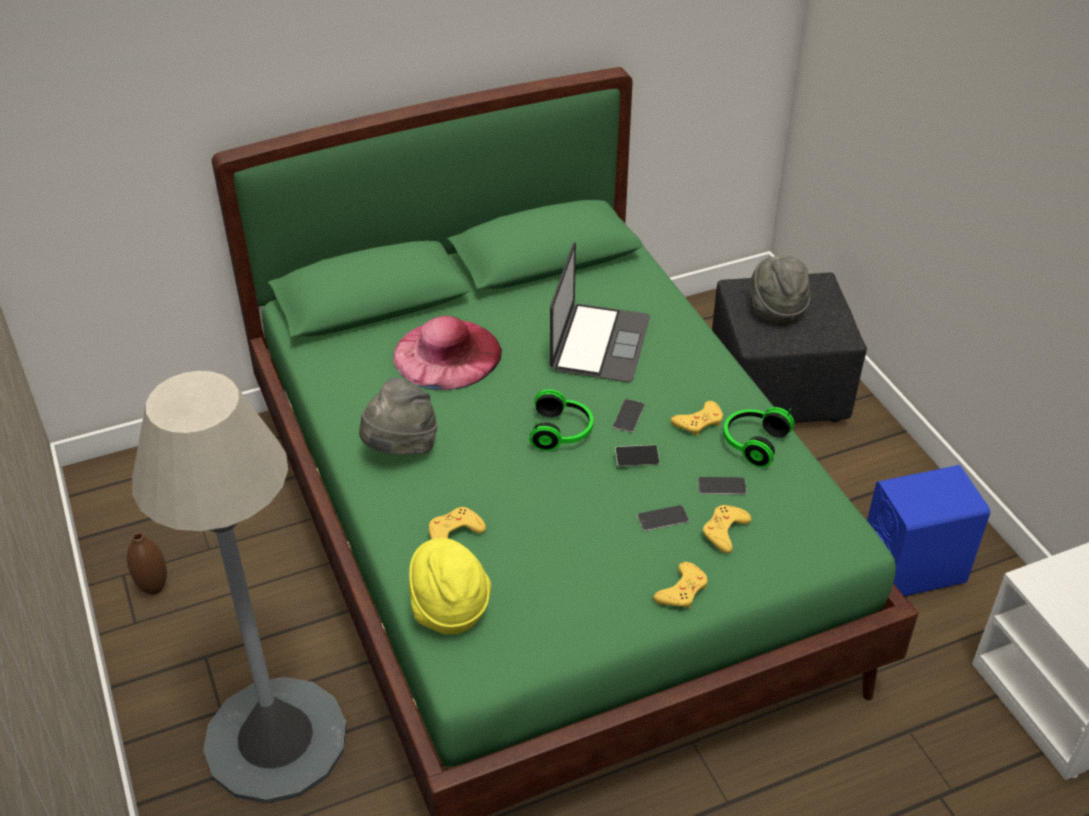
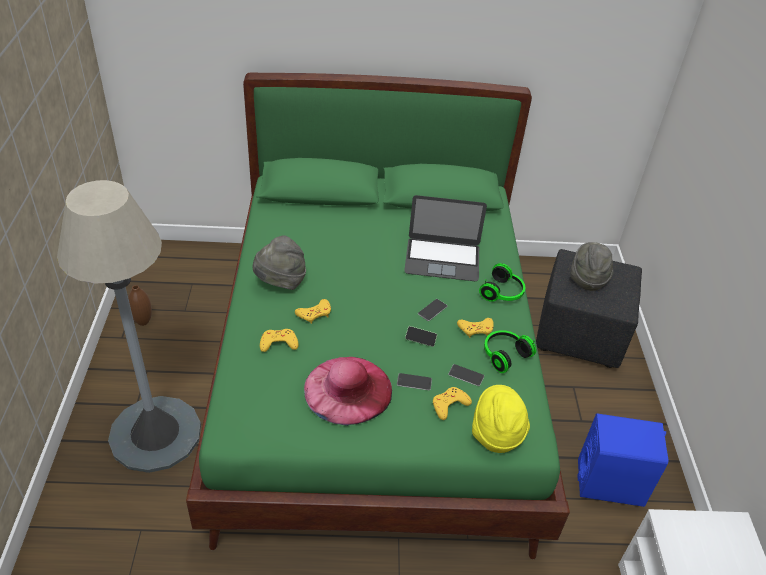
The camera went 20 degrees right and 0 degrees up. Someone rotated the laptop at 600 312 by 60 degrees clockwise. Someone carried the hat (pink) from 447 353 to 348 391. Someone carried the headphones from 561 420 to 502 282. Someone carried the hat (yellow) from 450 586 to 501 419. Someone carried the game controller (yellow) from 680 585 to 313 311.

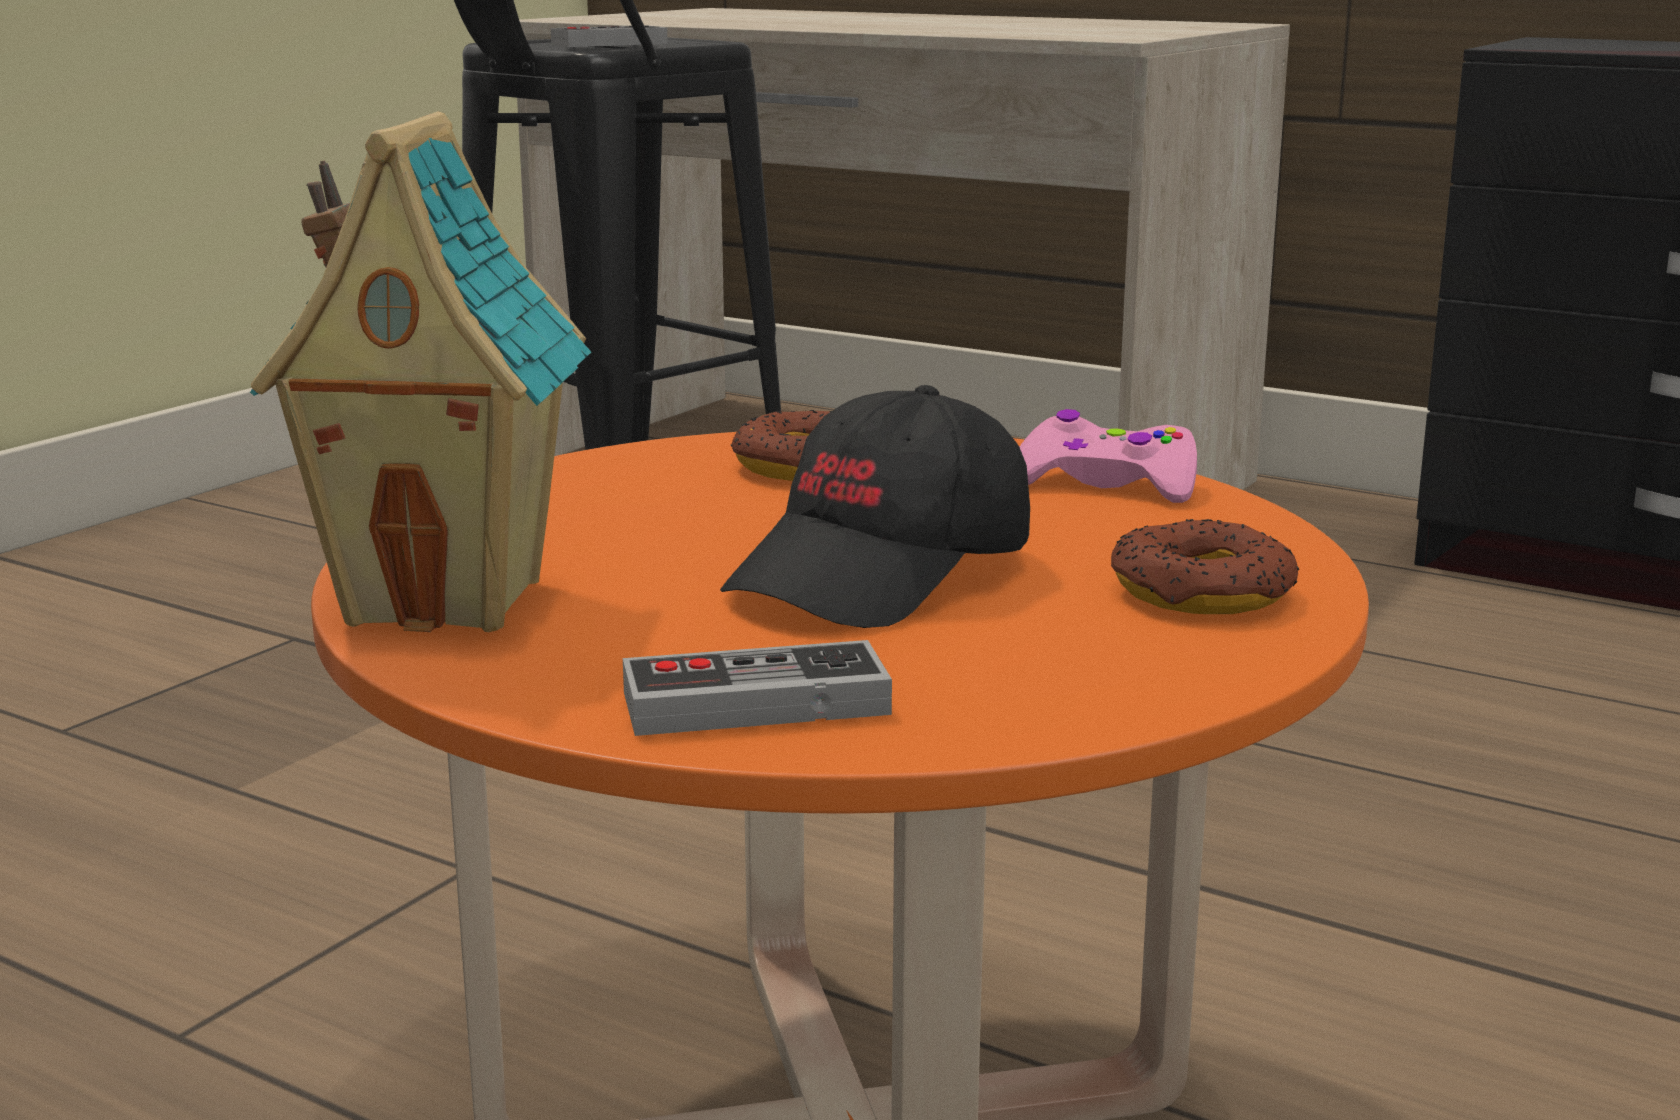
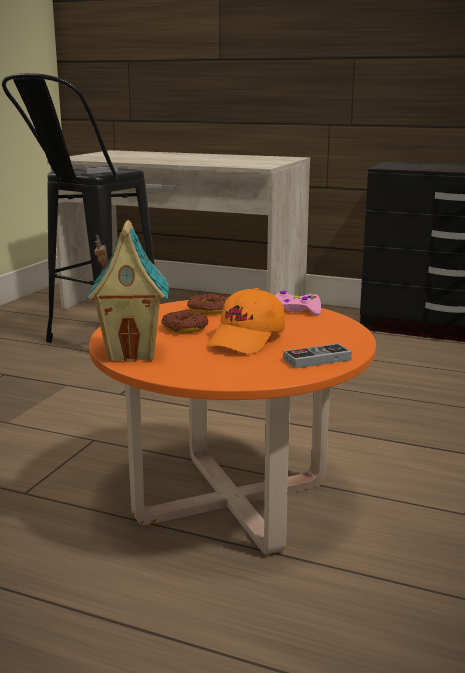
The camera went 10 degrees left and 0 degrees up. Someone repainted the cap (black) at 875 506, which became the cap (orange) at 245 321. Someone carried the donut from 1205 566 to 185 321. Someone carried the game controller from 757 688 to 317 356.

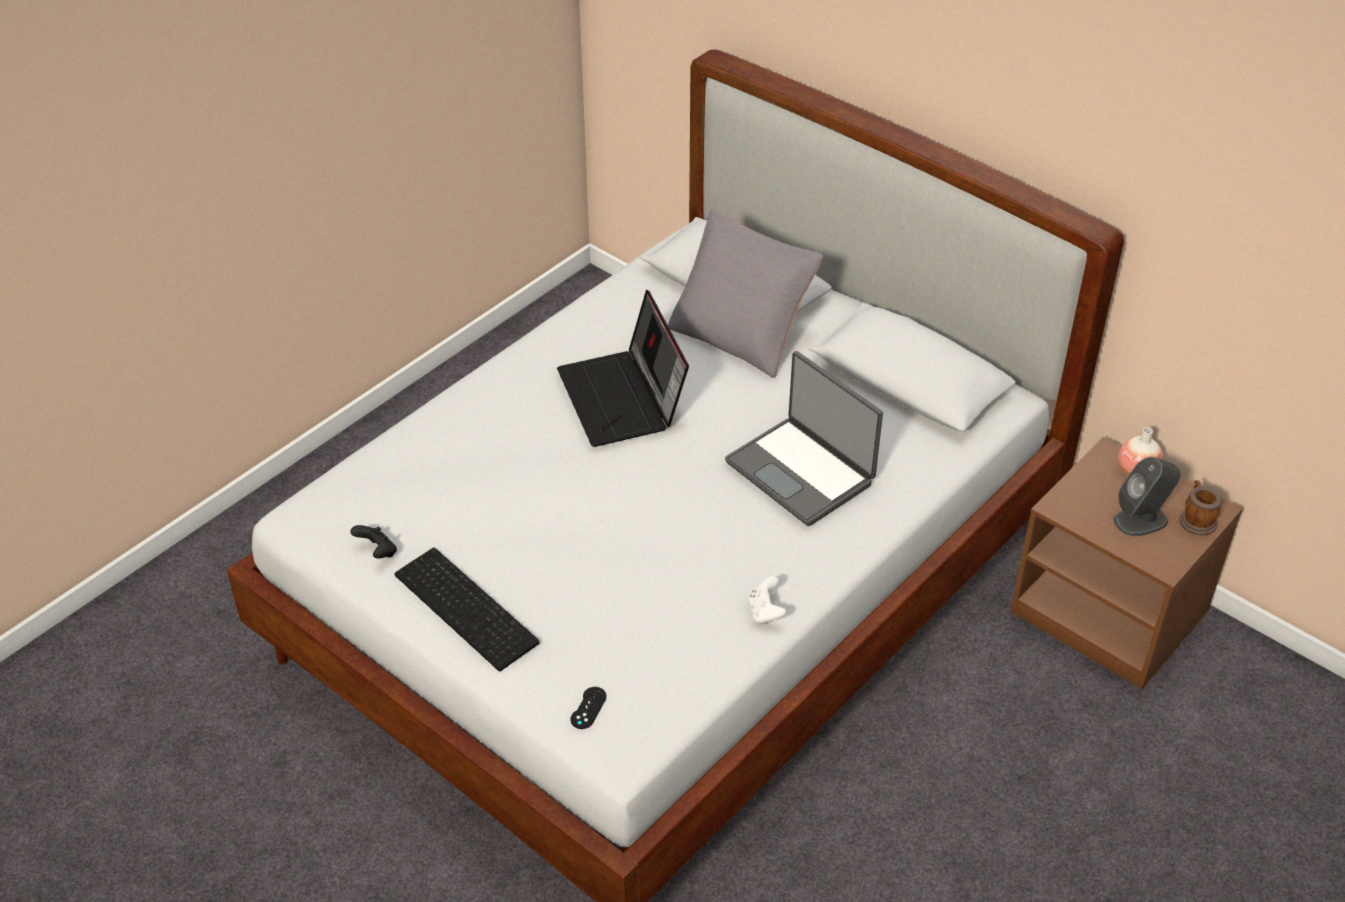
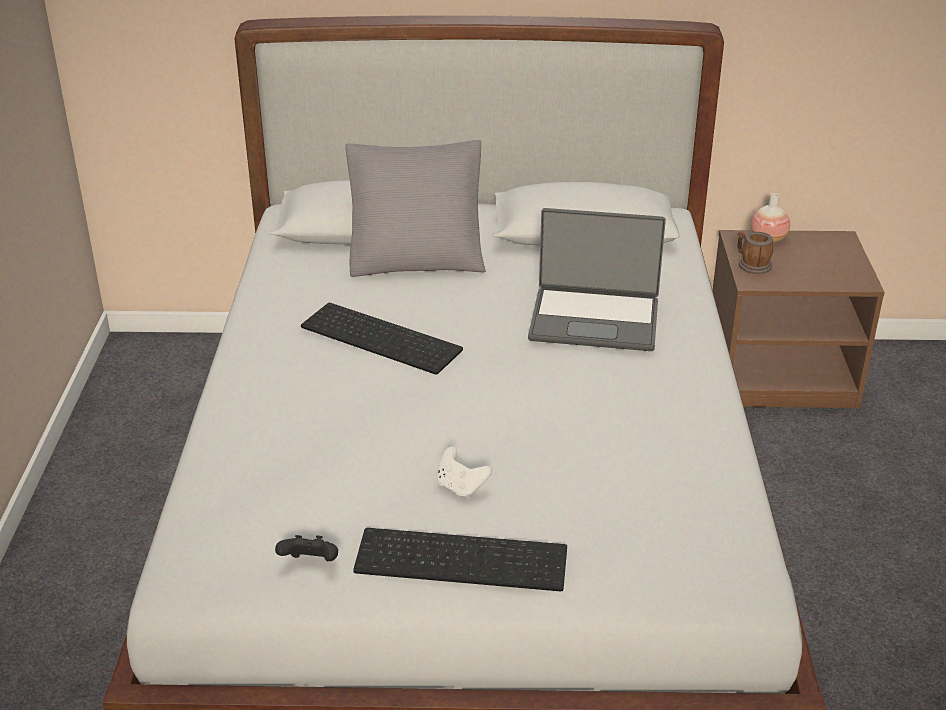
The camera went 40 degrees left and 10 degrees down. Someone swapped the laptop at 623 368 for the keyboard at 382 339. Someone took away the speaker (grey) at 1147 496. Someone carried the mug from 1200 507 to 755 253. Someone carried the game controller (white) from 767 600 to 464 472. Someone took away the game controller (black) at 588 708.

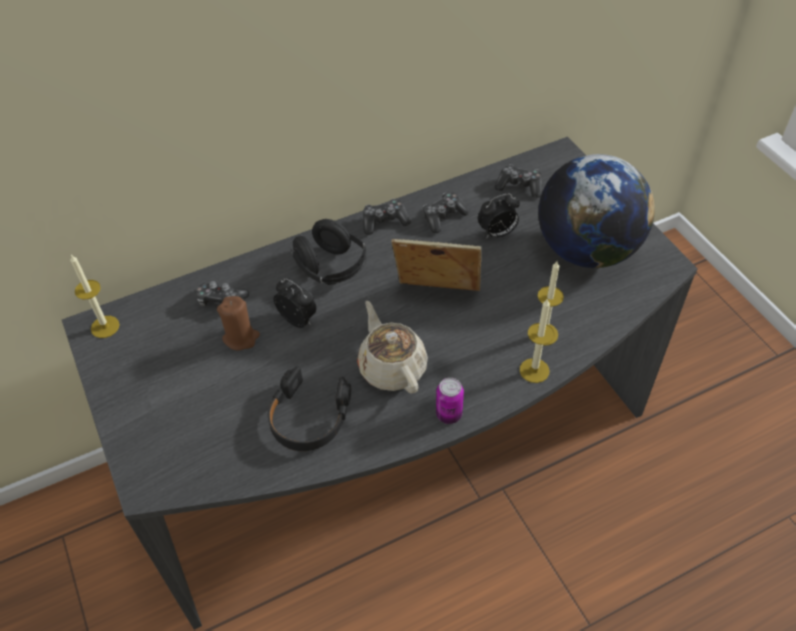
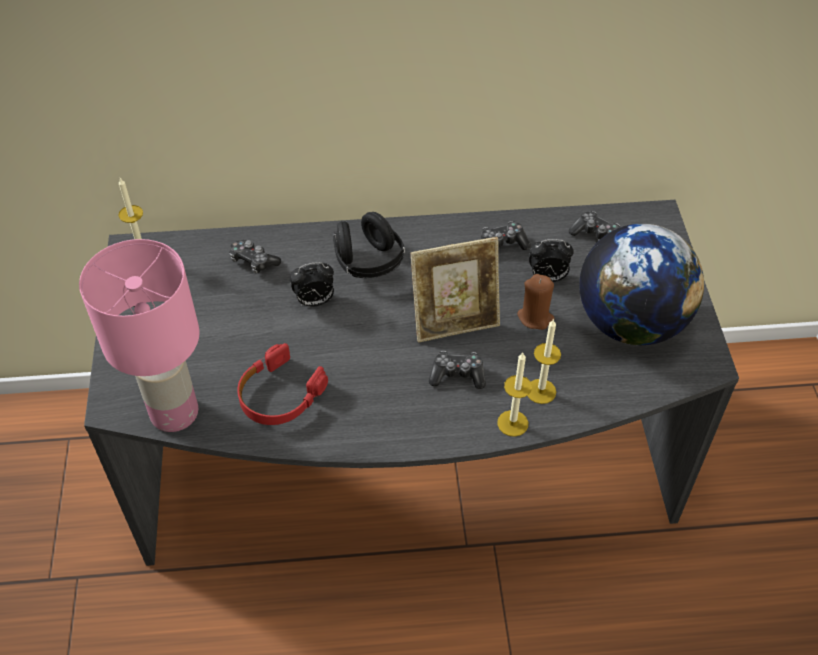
The camera went 20 degrees right and 0 degrees up. Someone carried the game controller from 387 217 to 457 370. Someone rotated the picture frame at 436 265 by 135 degrees clockwise. Someone rotated the alarm clock at 295 303 by 105 degrees clockwise. Someone carried the candle (brown) from 238 323 to 536 302. Someone took away the teapot (beige) at 392 347. Someone repainted the headphones (black) at 309 408, which became the headphones (red) at 282 384. Someone took away the can at 450 401. Someone put down the table lamp (pink) at 139 335.

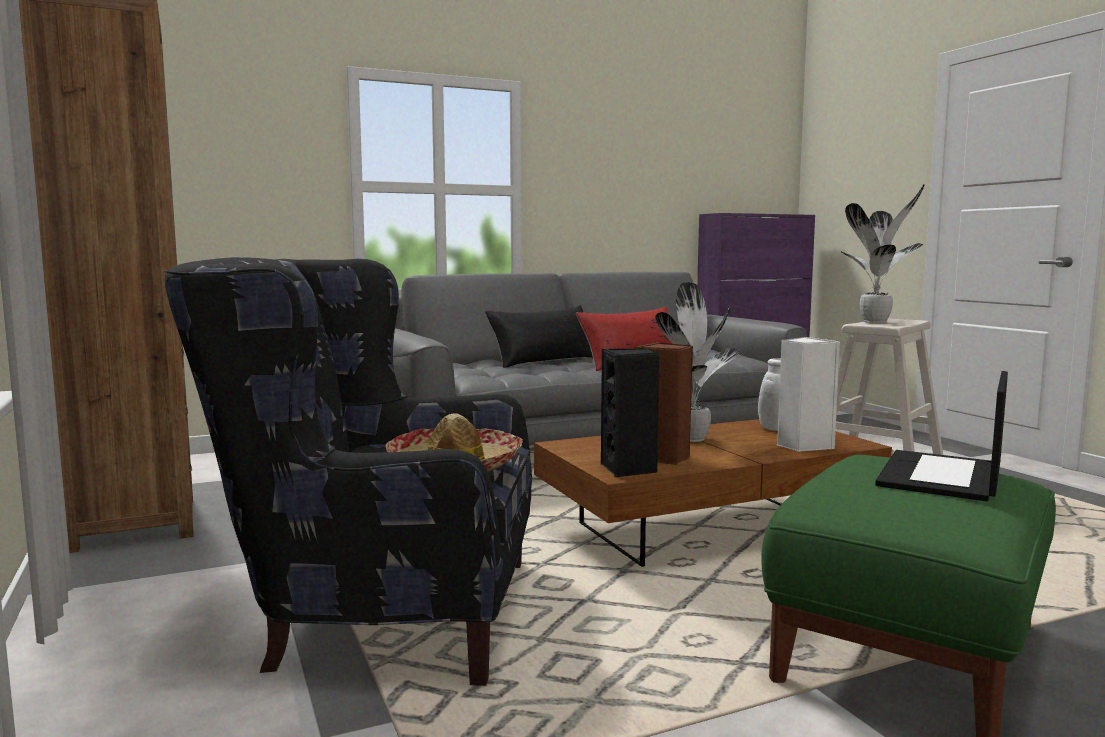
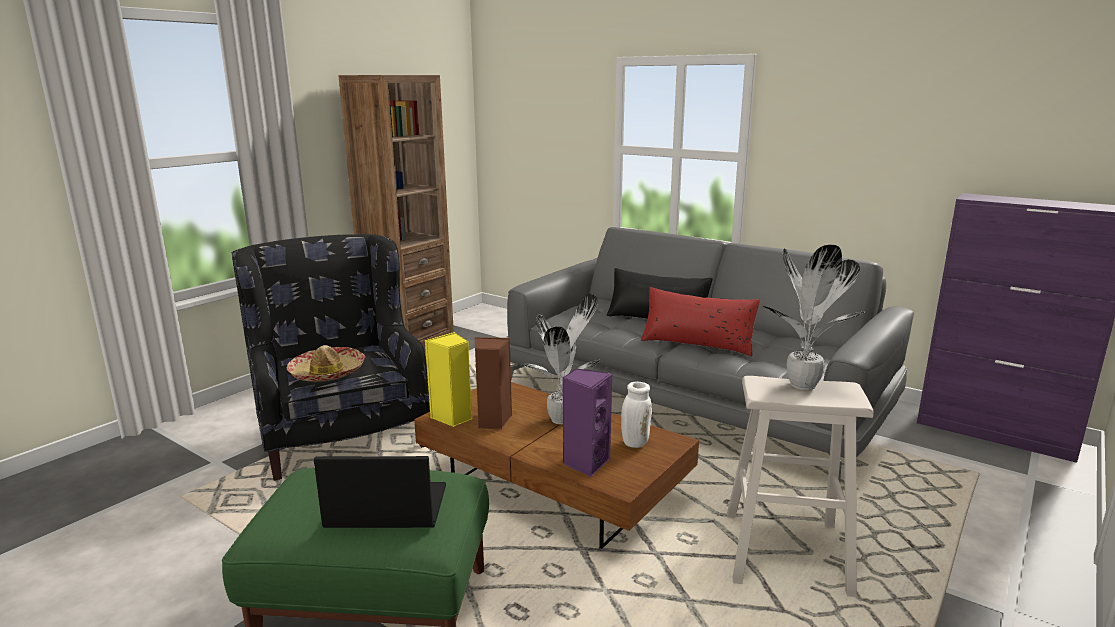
The camera went 60 degrees right and 10 degrees up. Someone repainted the speaker (white) at 808 394, which became the speaker (purple) at 587 422. Someone repainted the speaker (black) at 630 413, which became the speaker (yellow) at 448 379.

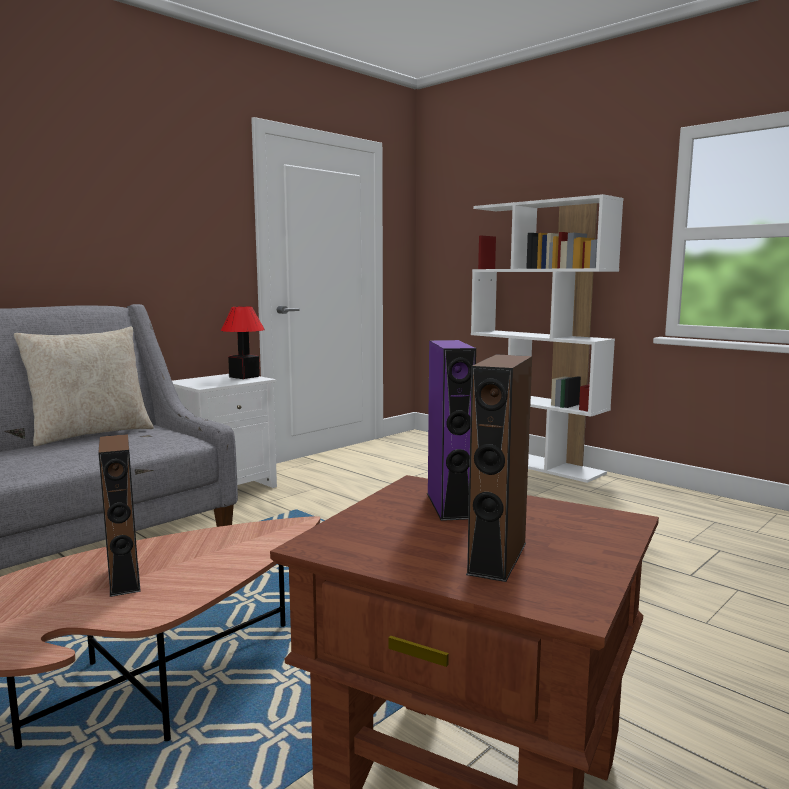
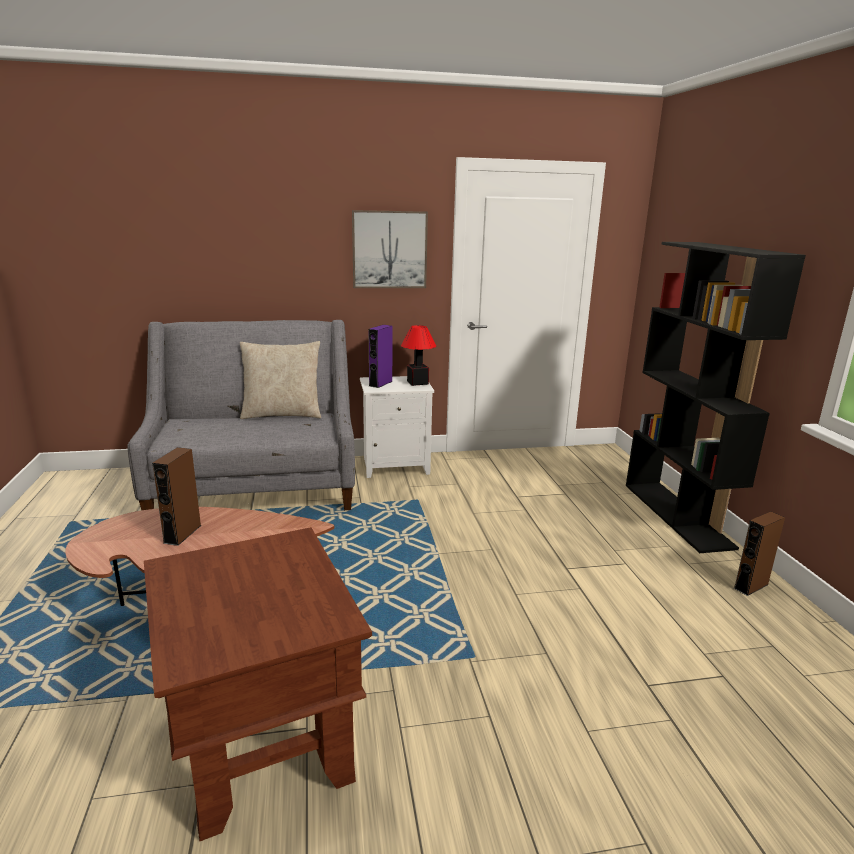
The camera went 35 degrees right and 10 degrees up. Someone repainted the bookcase (white) at 547 338, which became the bookcase (black) at 716 397. Someone carried the speaker (purple) from 451 430 to 381 356. Someone carried the speaker (brown) from 499 468 to 759 553. Someone put up the picture at 390 249.

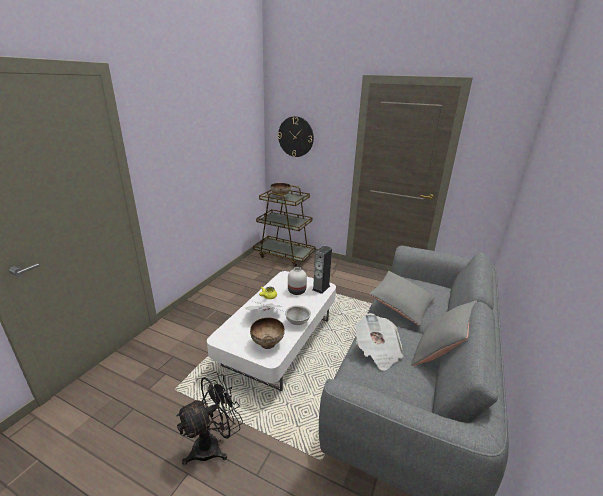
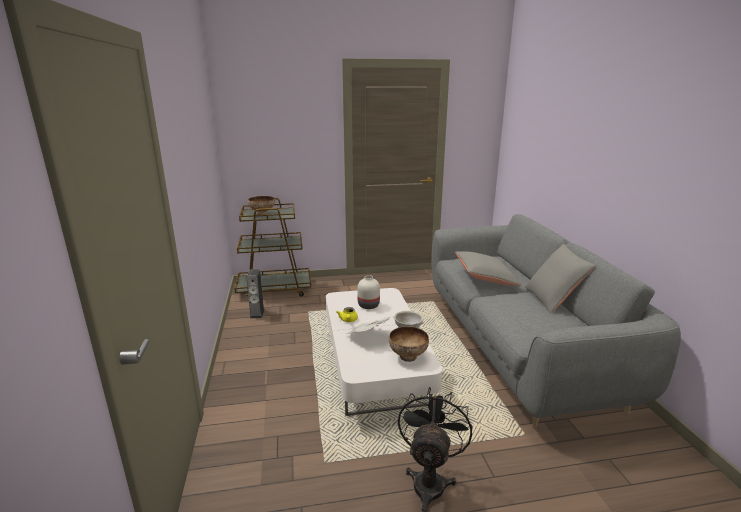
The camera went 35 degrees left and 5 degrees down. Someone took away the wall clock at 296 136. Someone carried the speaker from 322 270 to 255 293. Someone took away the newspaper at 380 342.

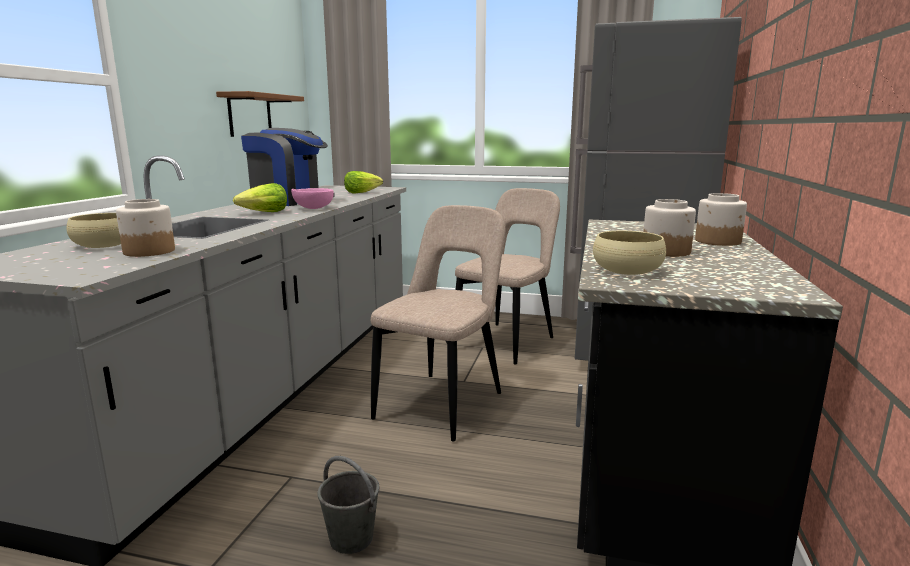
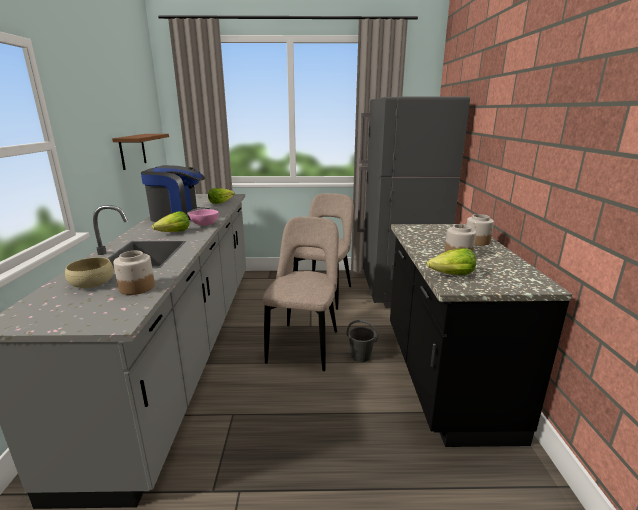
The camera went 15 degrees left and 5 degrees up. Someone swapped the bowl (beige) at 629 253 for the lettuce at 451 261. Someone carried the bucket (grey) from 348 505 to 362 341.

